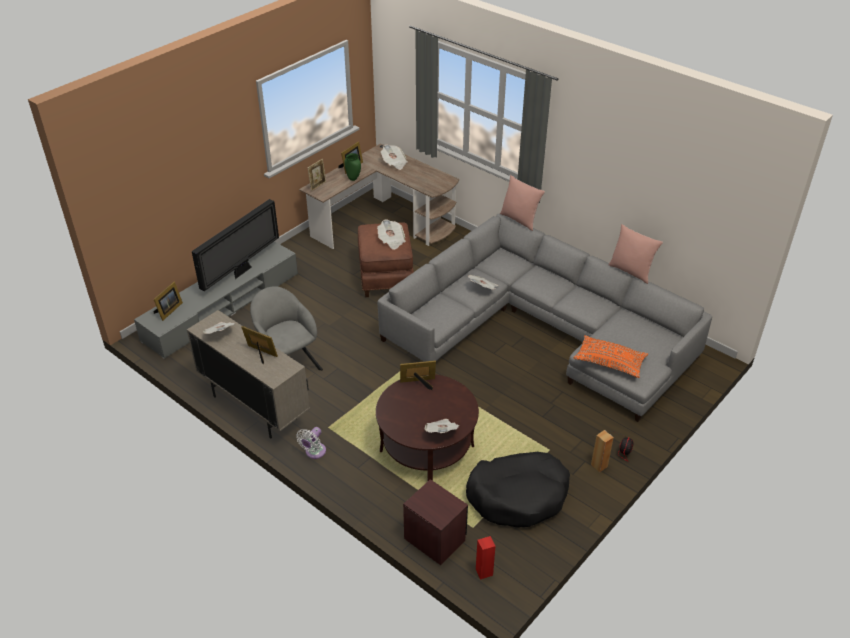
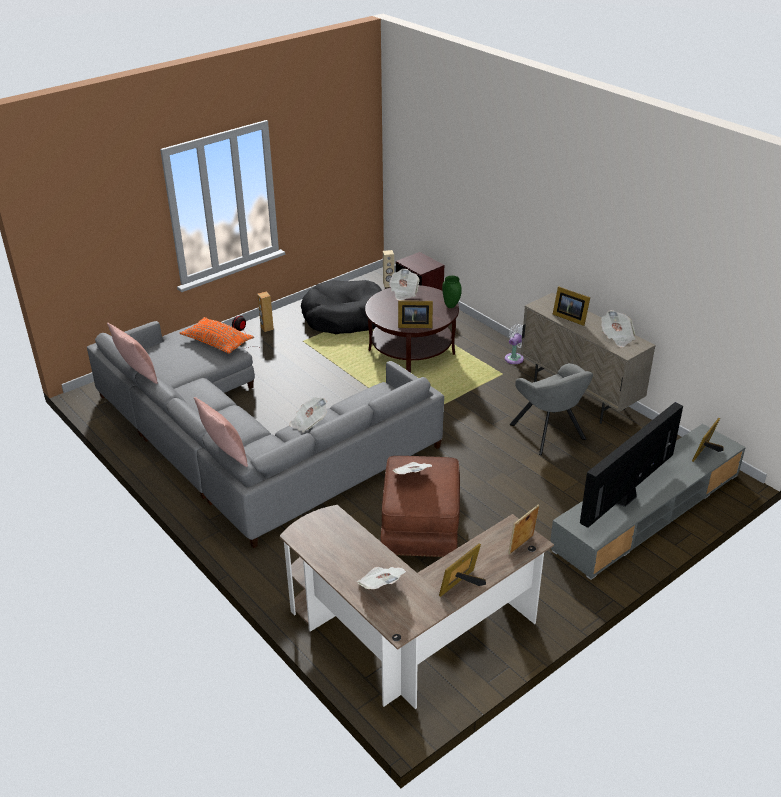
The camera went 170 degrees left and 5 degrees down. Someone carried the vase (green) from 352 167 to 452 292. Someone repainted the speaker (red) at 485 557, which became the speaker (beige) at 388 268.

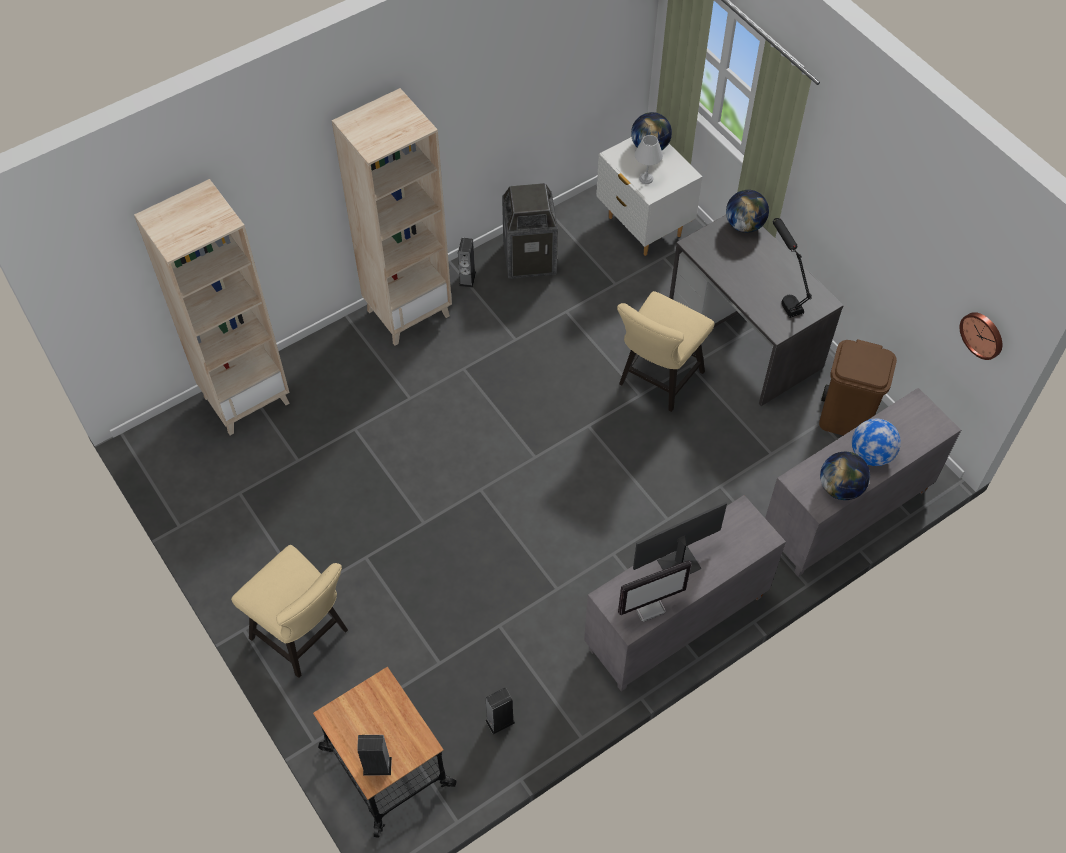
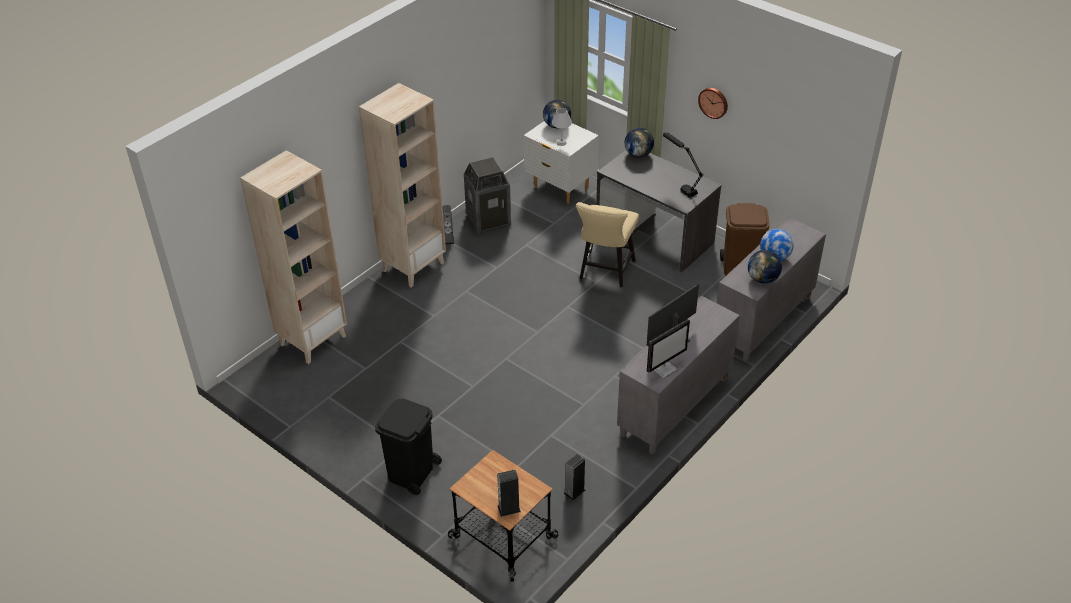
The camera went 15 degrees left and 15 degrees down. Someone carried the wall clock from 980 336 to 713 103. Someone swapped the chair (beige) at 289 611 for the trash can (black) at 408 447.

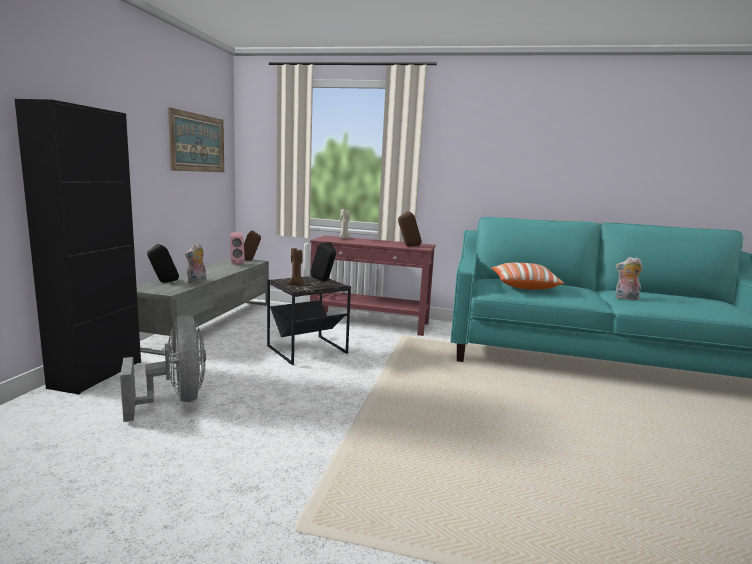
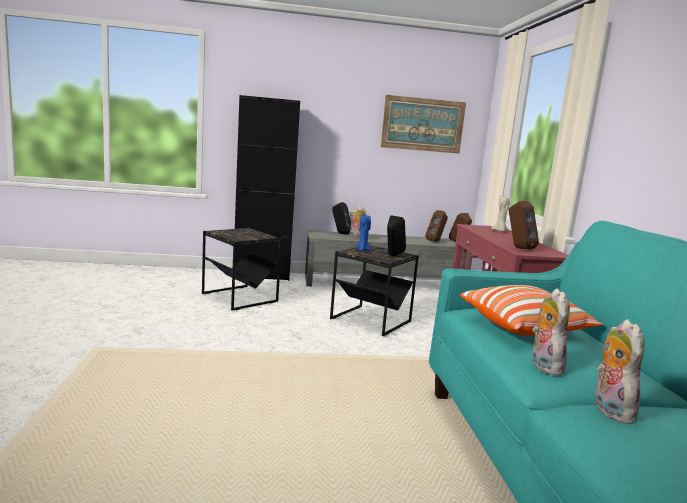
The camera went 70 degrees right and 0 degrees up. Someone repainted the speaker (pink) at 237 248, which became the speaker (brown) at 436 226. Someone repainted the candle (brown) at 295 266, which became the candle (blue) at 363 232. Someone swapped the fan (grey) at 163 368 for the side table (black) at 242 269. Someone put down the plush toy at 551 332.

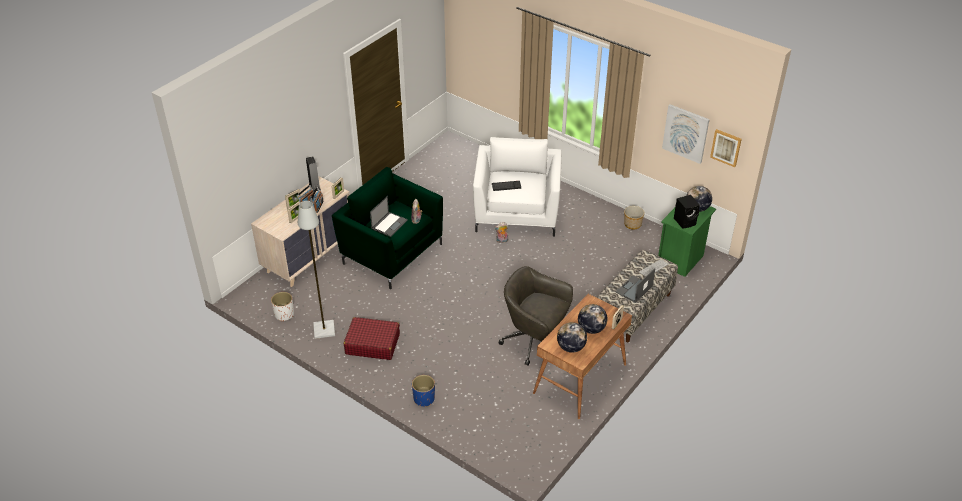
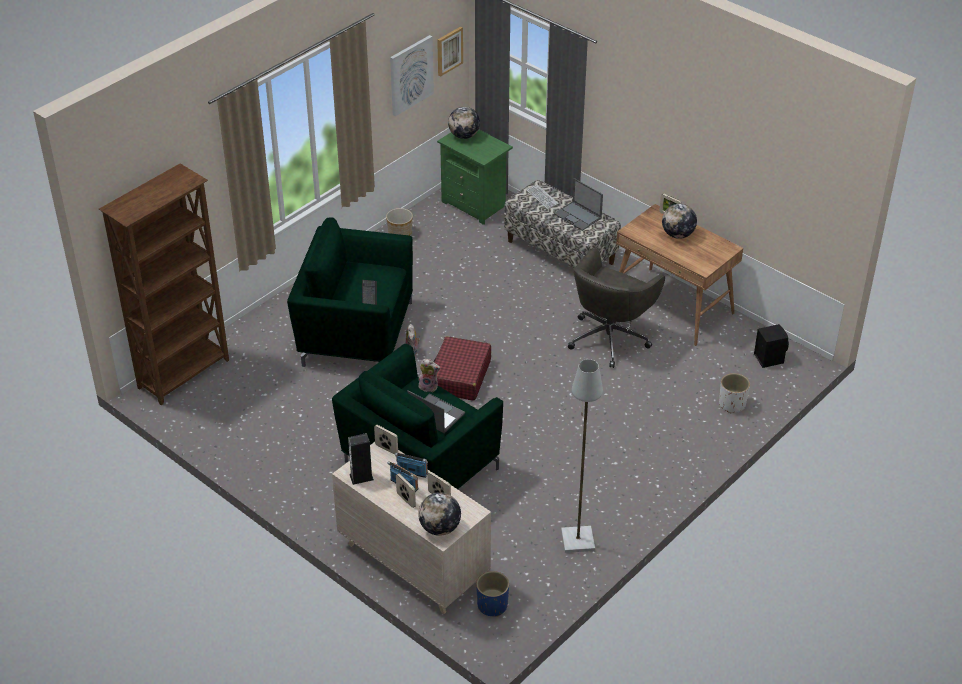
The camera went 85 degrees left and 0 degrees up. Someone repainted the armchair (white) at 517 187, which became the armchair (green) at 350 292. Someone carried the speaker (black) from 687 212 to 771 346. Someone carried the planter (white) from 282 306 to 734 393. Someone carried the suitcase (red) from 372 338 to 462 368. Someone carried the globe from 572 337 to 439 514. Someone carried the planter (blue) from 423 391 to 492 594. Someone put down the bookcase (brown) at 164 284.

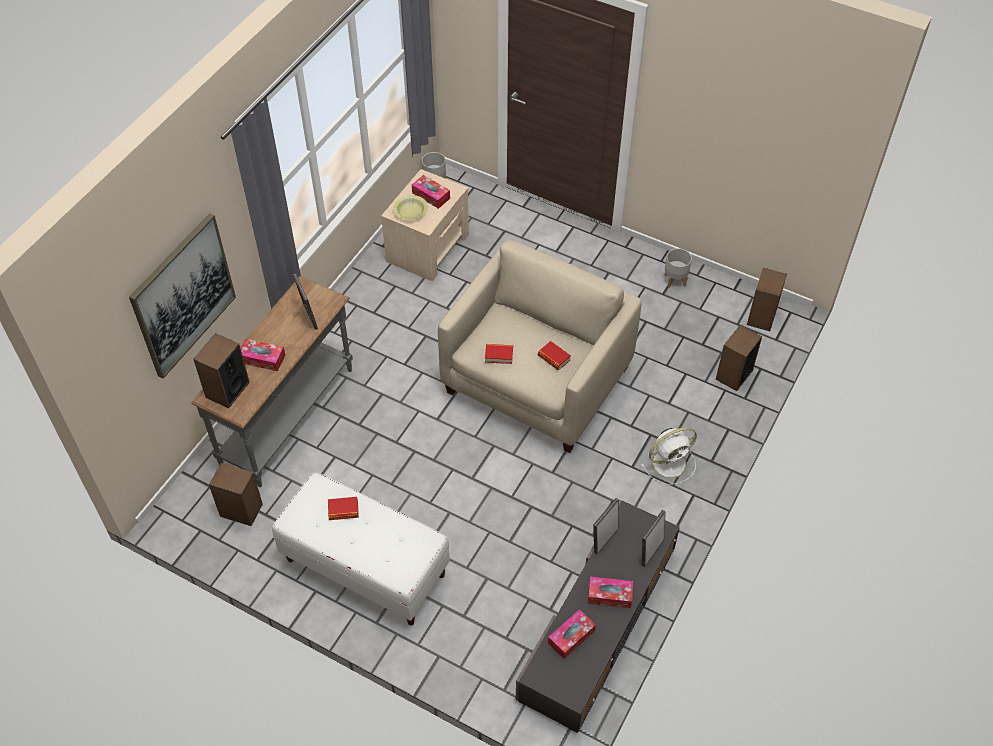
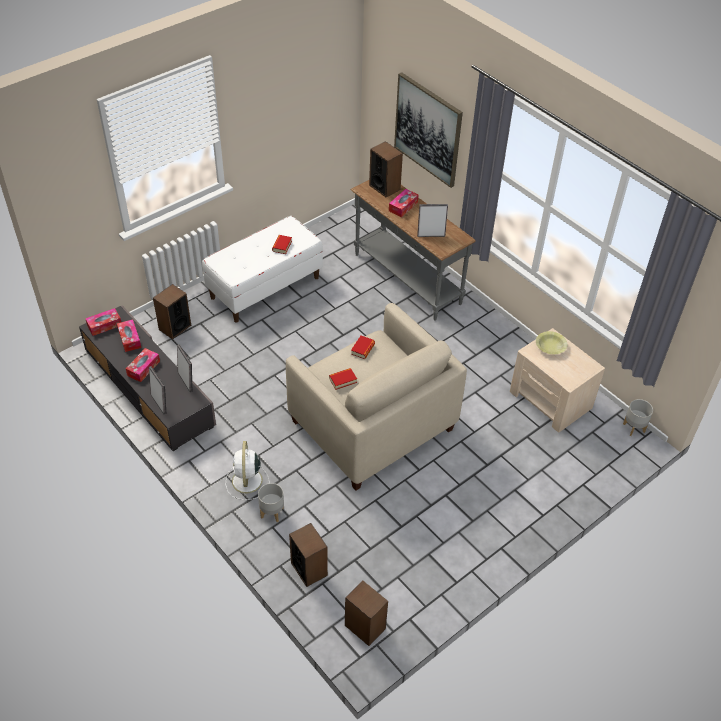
The camera went 110 degrees right and 5 degrees down. Someone carried the tissue box from 431 192 to 103 322. Someone carried the planter (grey) from 678 268 to 271 502. Someone carried the speaker from 236 494 to 172 311.

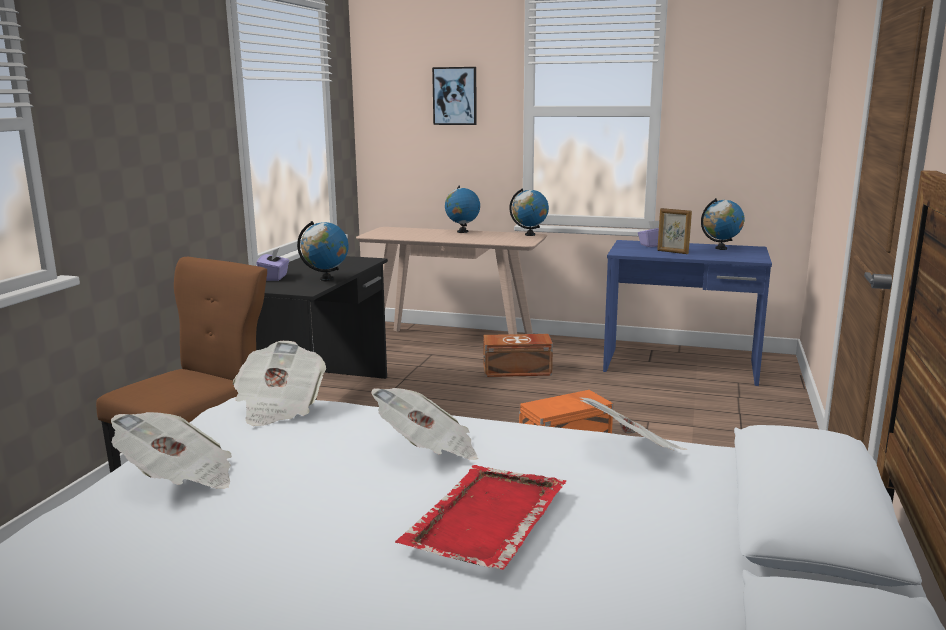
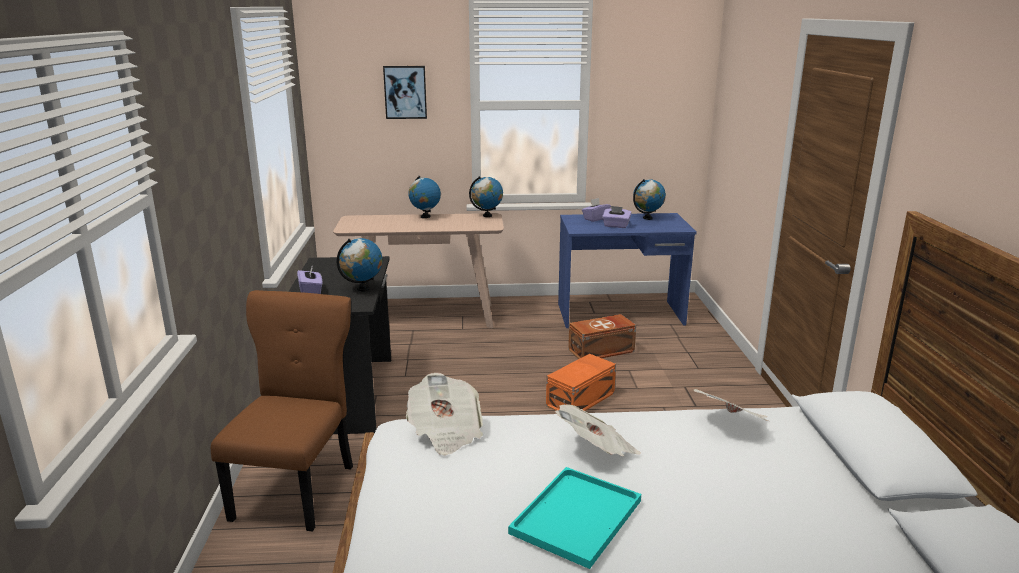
The camera went 20 degrees left and 5 degrees up. Someone swapped the picture frame at 674 231 for the tissue box (purple) at 617 217. Someone carried the storage box (brown) from 518 355 to 602 336. Someone took away the newspaper at 171 450. Someone took away the tray (red) at 480 517. Someone put down the tray (turquoise) at 574 518.

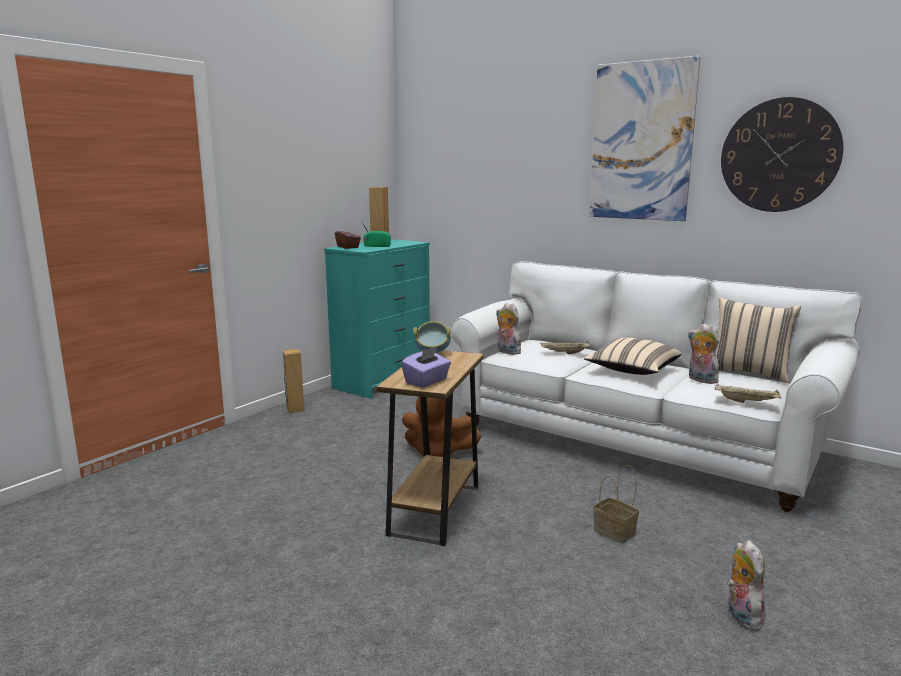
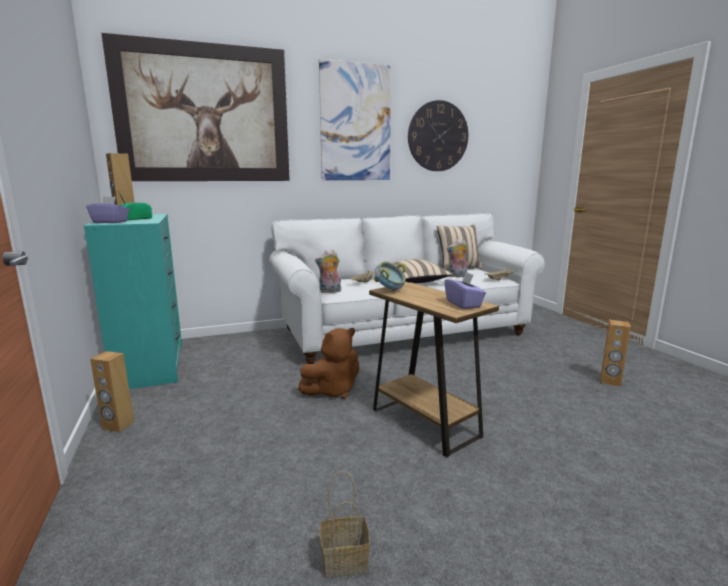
The camera went 55 degrees left and 0 degrees up. Someone repainted the tissue box (brown) at 348 237, which became the tissue box (purple) at 107 209. Someone carried the basket from 616 504 to 345 524. Someone swapped the plush toy at 746 585 for the speaker (brown) at 616 353. Someone put up the picture at 195 107.

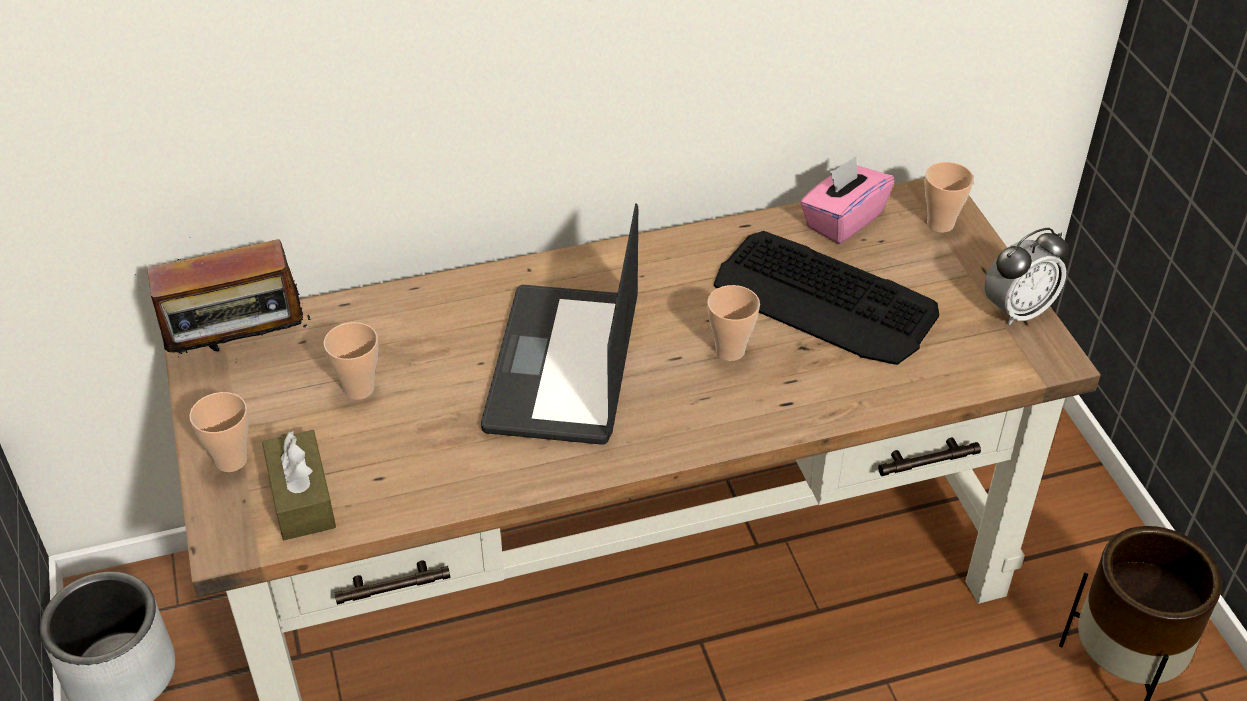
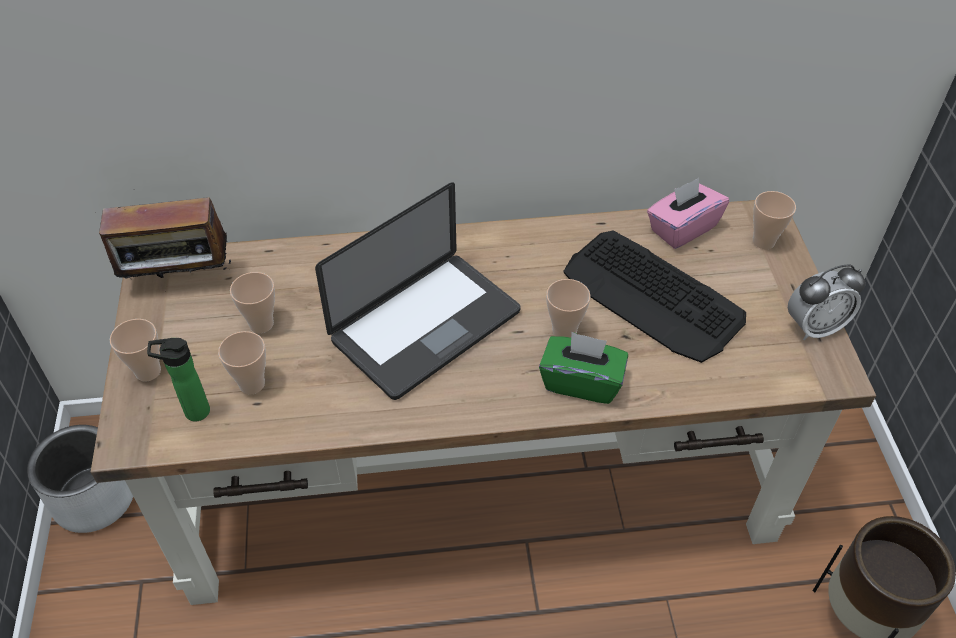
The camera went 10 degrees right and 5 degrees up. Someone rotated the laptop at 559 324 by 150 degrees counterclockwise. Someone swapped the tissue box (brown) at 299 485 for the bottle at 178 379. Someone put down the cup at 242 363. Someone put down the tissue box (green) at 583 368.

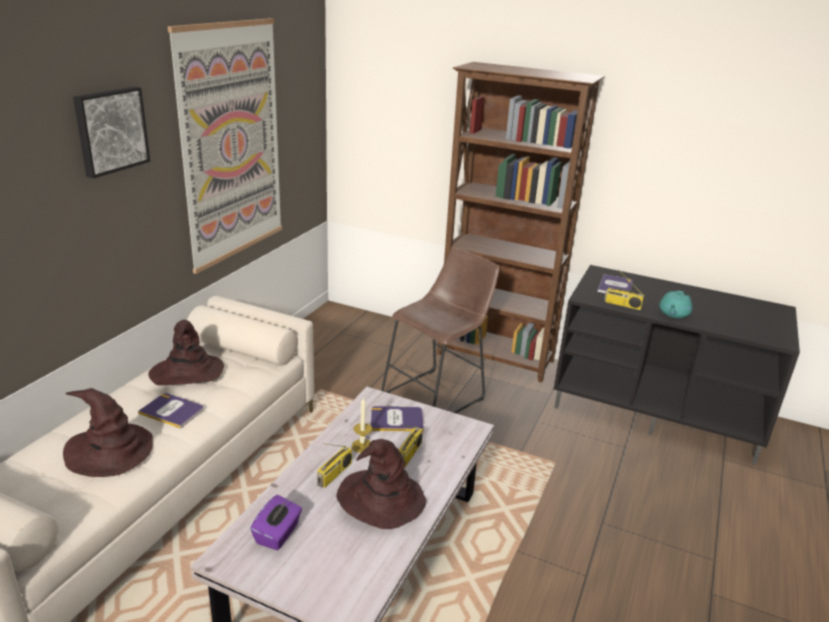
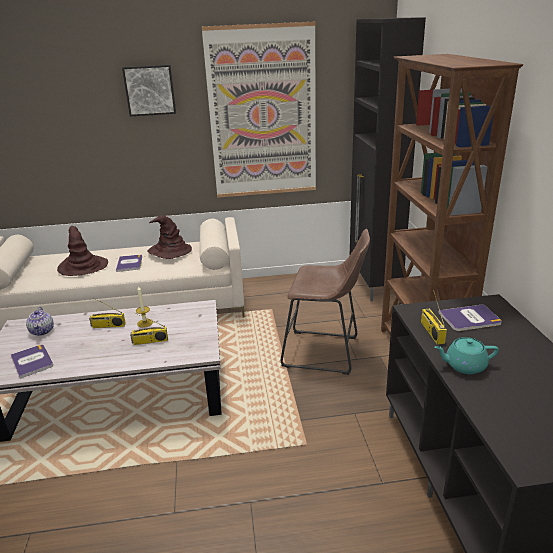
The camera went 60 degrees right and 0 degrees up. Someone carried the book from 397 419 to 32 362. Someone took away the hat (brown) at 381 484. Someone swapped the tissue box (purple) at 276 522 for the teapot at 40 321. Someone put down the cabinet (black) at 388 159.

